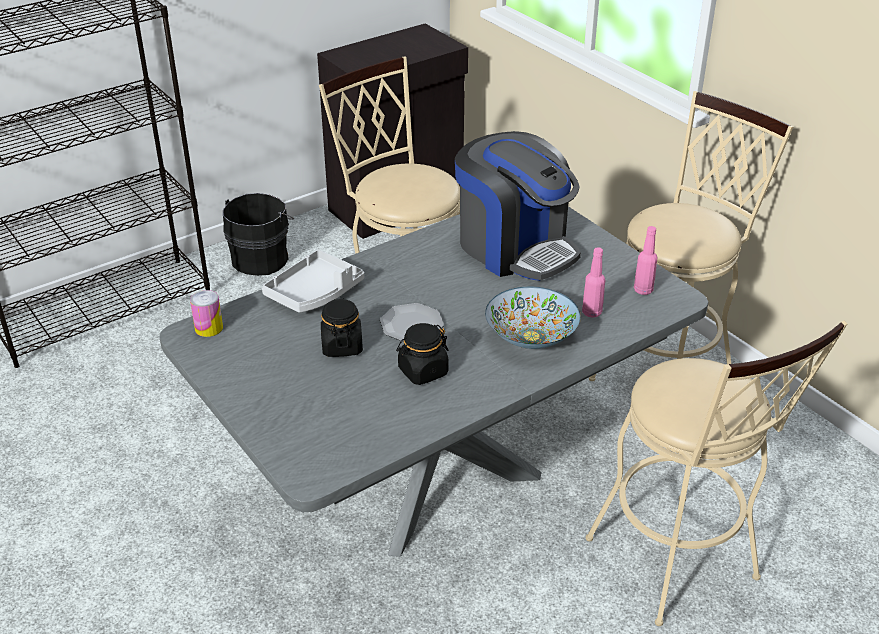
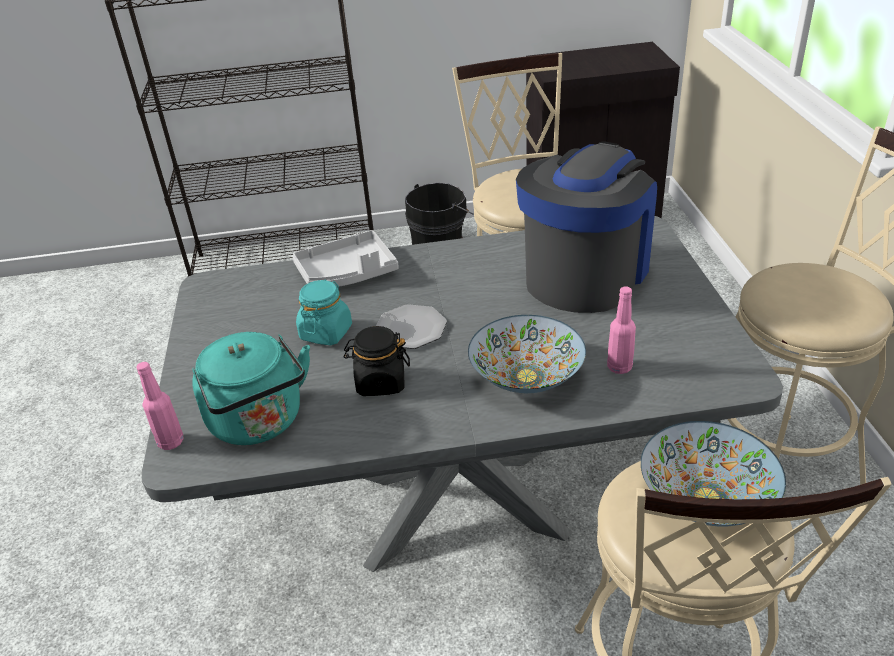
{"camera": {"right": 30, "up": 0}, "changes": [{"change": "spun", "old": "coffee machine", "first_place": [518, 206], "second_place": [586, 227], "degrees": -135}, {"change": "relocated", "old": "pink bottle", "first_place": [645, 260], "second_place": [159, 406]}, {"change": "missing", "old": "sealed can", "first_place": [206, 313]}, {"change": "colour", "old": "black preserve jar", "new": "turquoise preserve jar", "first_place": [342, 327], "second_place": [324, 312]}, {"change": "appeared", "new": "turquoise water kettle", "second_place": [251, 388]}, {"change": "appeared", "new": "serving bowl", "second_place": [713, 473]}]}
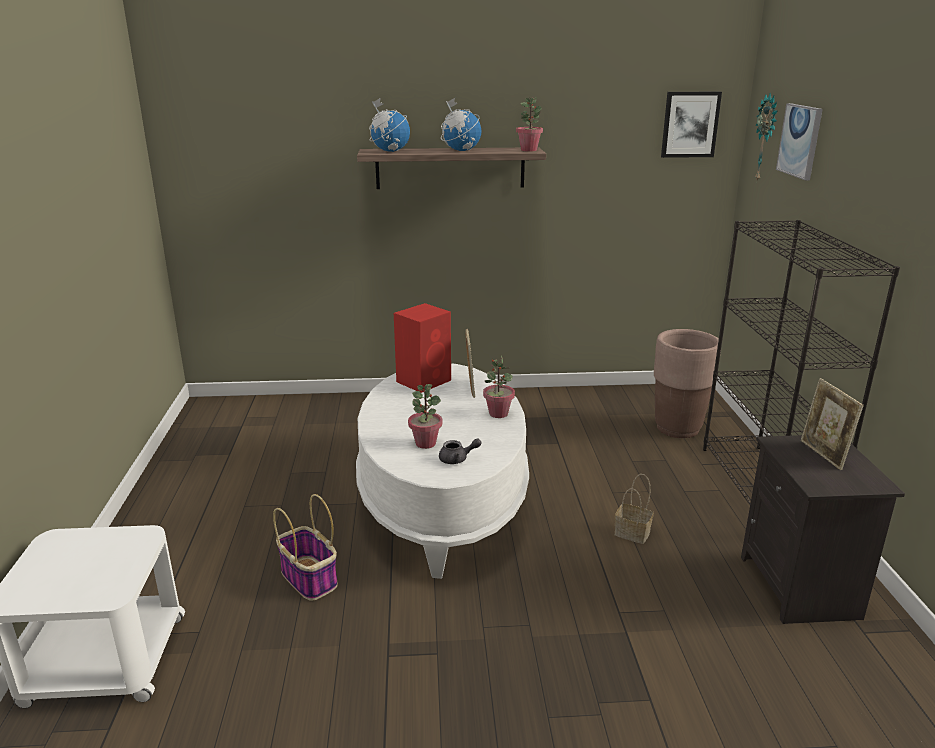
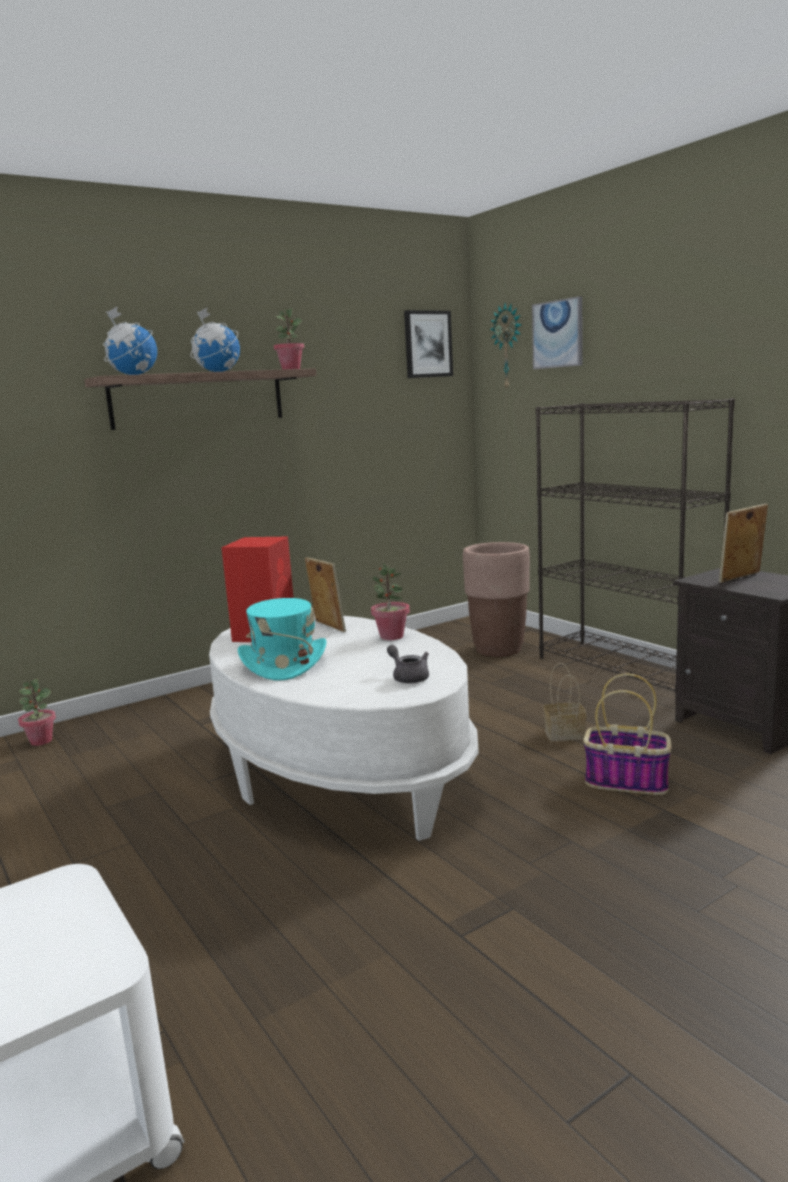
{"camera": {"right": -30, "up": -10}, "changes": [{"change": "spun", "old": "picture frame", "first_place": [832, 424], "second_place": [743, 543], "degrees": 105}, {"change": "relocated", "old": "plant in a pot", "first_place": [425, 416], "second_place": [37, 712]}, {"change": "spun", "old": "greyish tea pot", "first_place": [460, 451], "second_place": [408, 664], "degrees": -90}, {"change": "relocated", "old": "storage basket", "first_place": [305, 547], "second_place": [627, 734]}, {"change": "appeared", "new": "turquoise wearable hat", "second_place": [282, 639]}]}
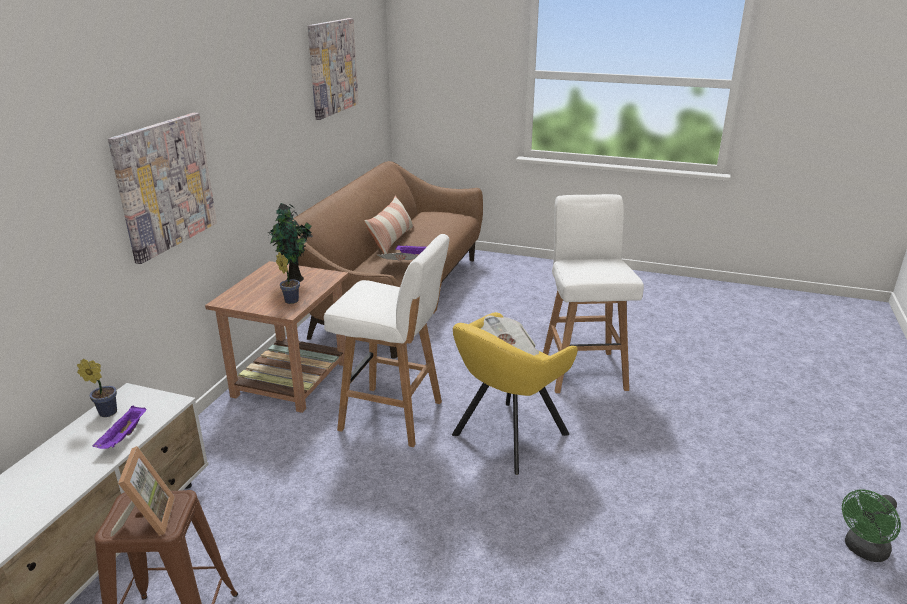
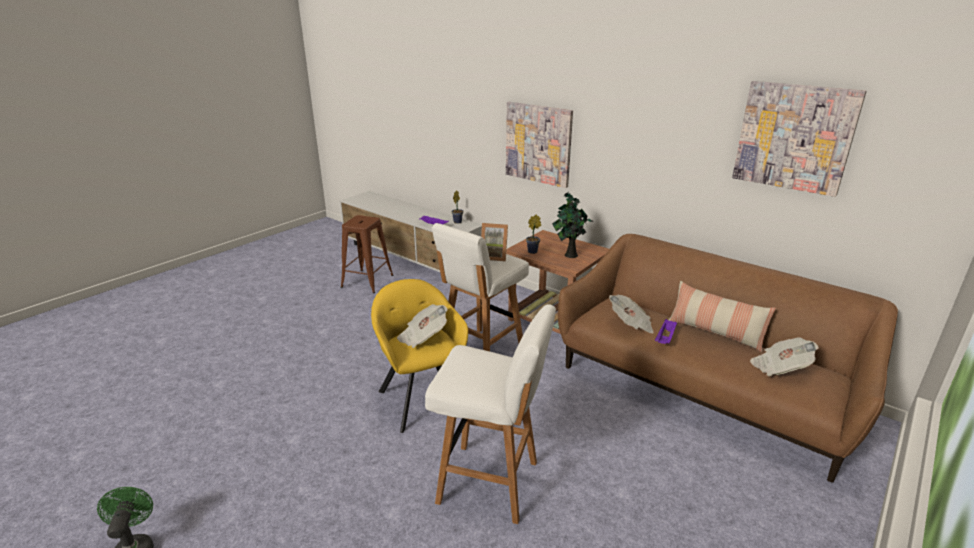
{"camera": {"right": 110, "up": 0}, "changes": [{"change": "relocated", "old": "picture frame", "first_place": [143, 491], "second_place": [494, 242]}, {"change": "appeared", "new": "newspaper", "second_place": [784, 356]}]}
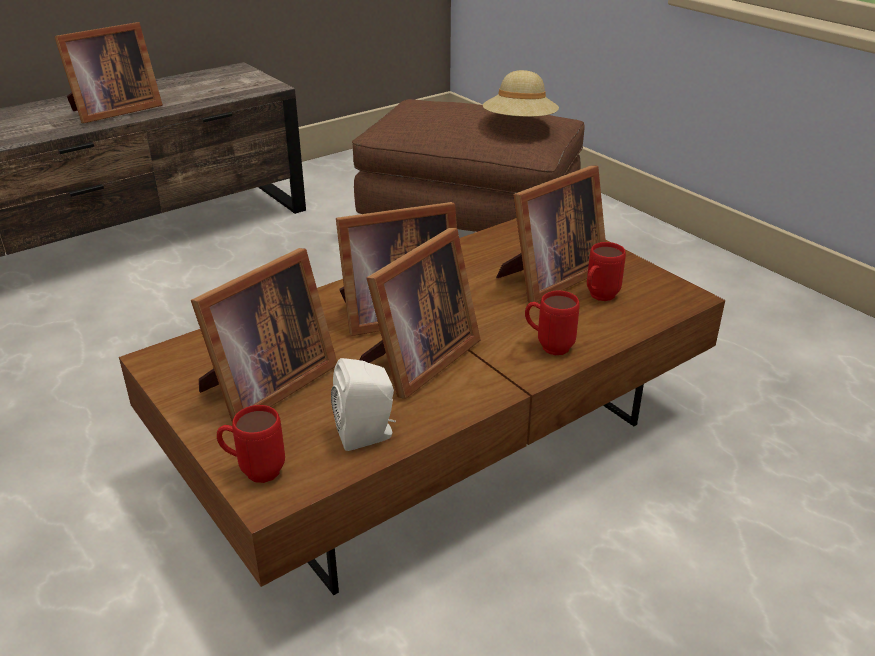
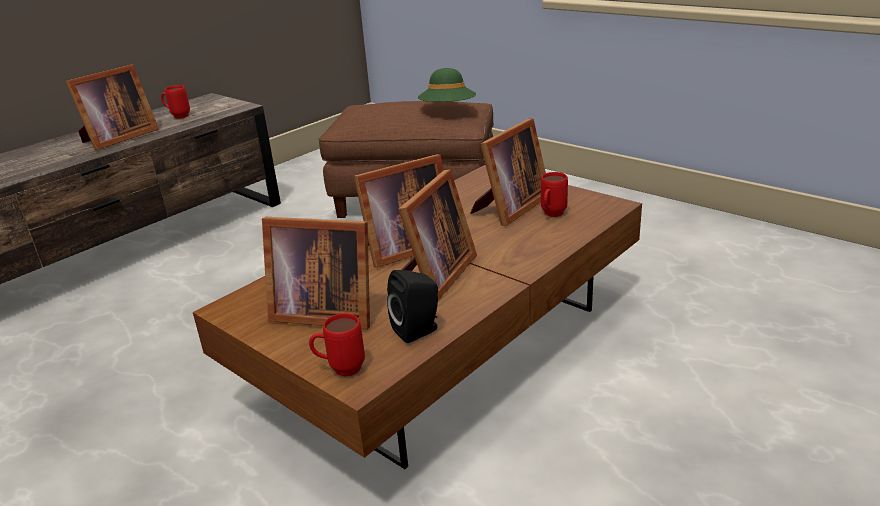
{"camera": {"right": -10, "up": -5}, "changes": [{"change": "colour", "old": "beige-coloured wearable hat", "new": "green-coloured wearable hat", "first_place": [521, 93], "second_place": [447, 85]}, {"change": "spun", "old": "picture frame", "first_place": [264, 335], "second_place": [316, 273], "degrees": 75}, {"change": "relocated", "old": "red-coloured mug", "first_place": [552, 323], "second_place": [175, 102]}, {"change": "colour", "old": "white-coloured audio speaker", "new": "black audio speaker", "first_place": [363, 404], "second_place": [412, 306]}]}
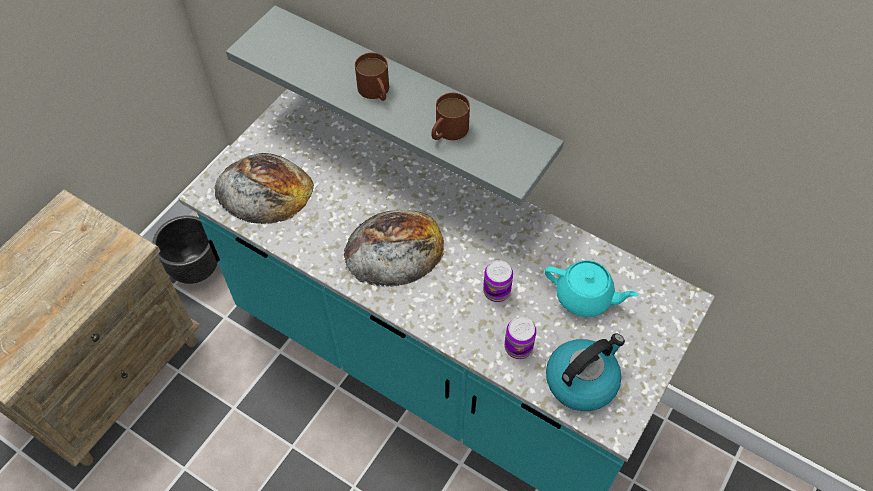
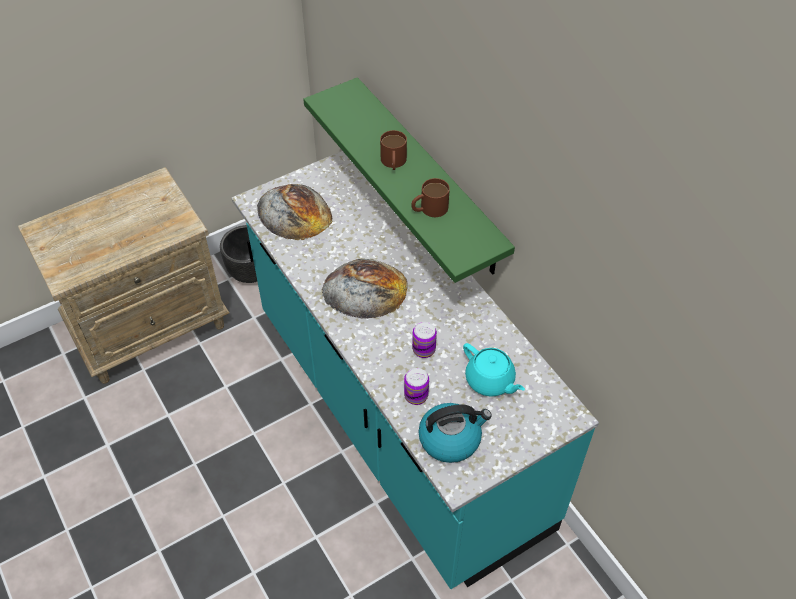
{"camera": {"right": 25, "up": -5}, "changes": [{"change": "colour", "old": "greyish shelf", "new": "green-coloured shelf", "first_place": [395, 105], "second_place": [409, 180]}]}
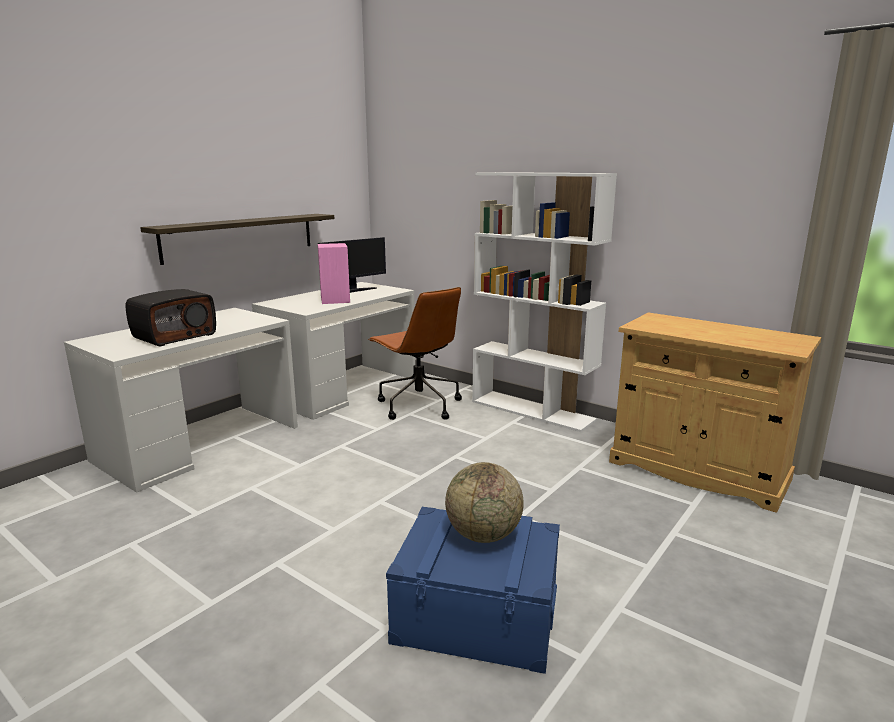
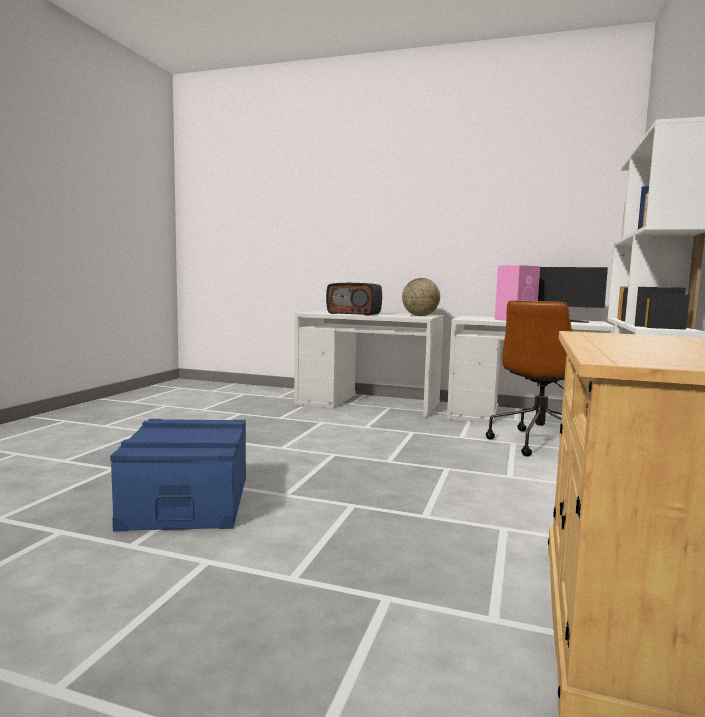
{"camera": {"right": 70, "up": -10}, "changes": [{"change": "missing", "old": "shelf", "first_place": [237, 239]}, {"change": "relocated", "old": "globe", "first_place": [484, 502], "second_place": [421, 297]}]}
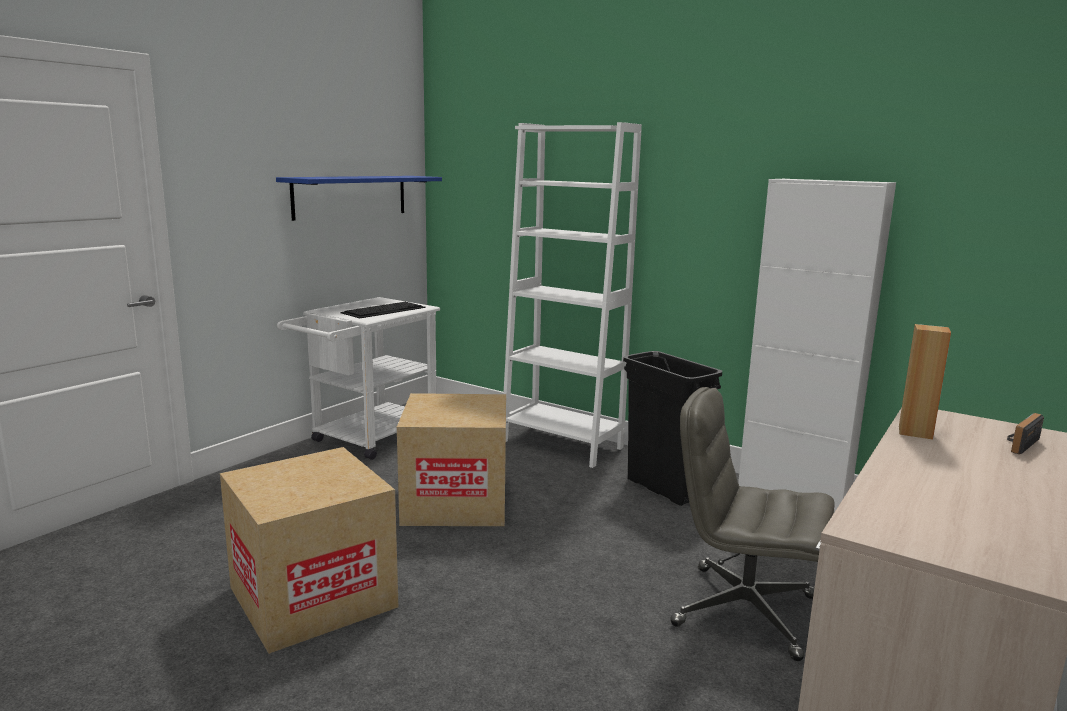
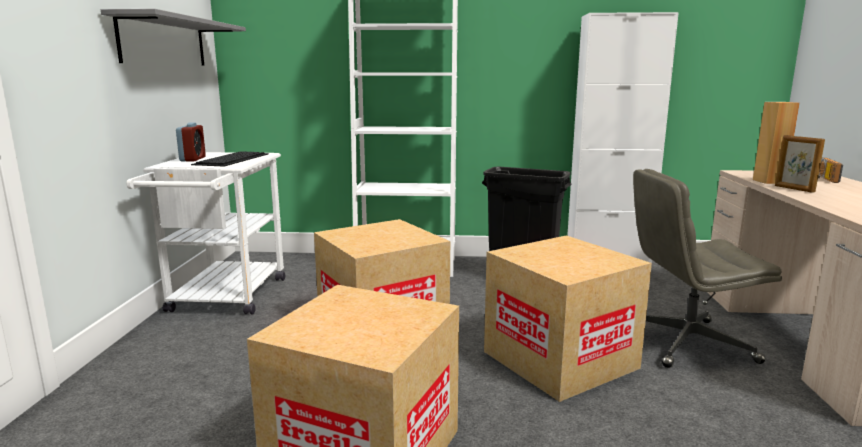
{"camera": {"right": -30, "up": 0}, "changes": [{"change": "colour", "old": "blue-coloured shelf", "new": "greyish shelf", "first_place": [359, 198], "second_place": [173, 37]}, {"change": "appeared", "new": "table clock", "second_place": [191, 142]}, {"change": "appeared", "new": "picture frame", "second_place": [800, 164]}, {"change": "appeared", "new": "carton", "second_place": [568, 318]}]}
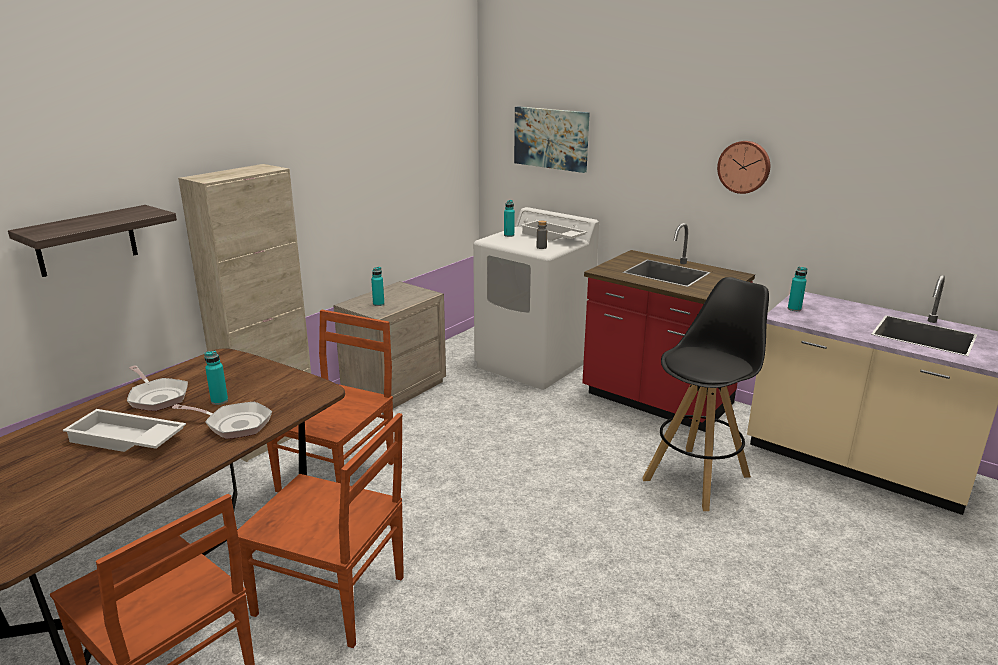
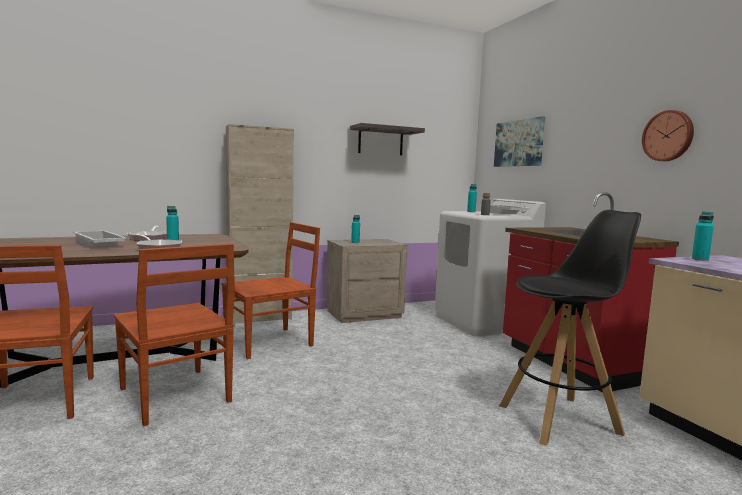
{"camera": {"right": 30, "up": -15}, "changes": [{"change": "relocated", "old": "shelf", "first_place": [92, 241], "second_place": [387, 139]}]}
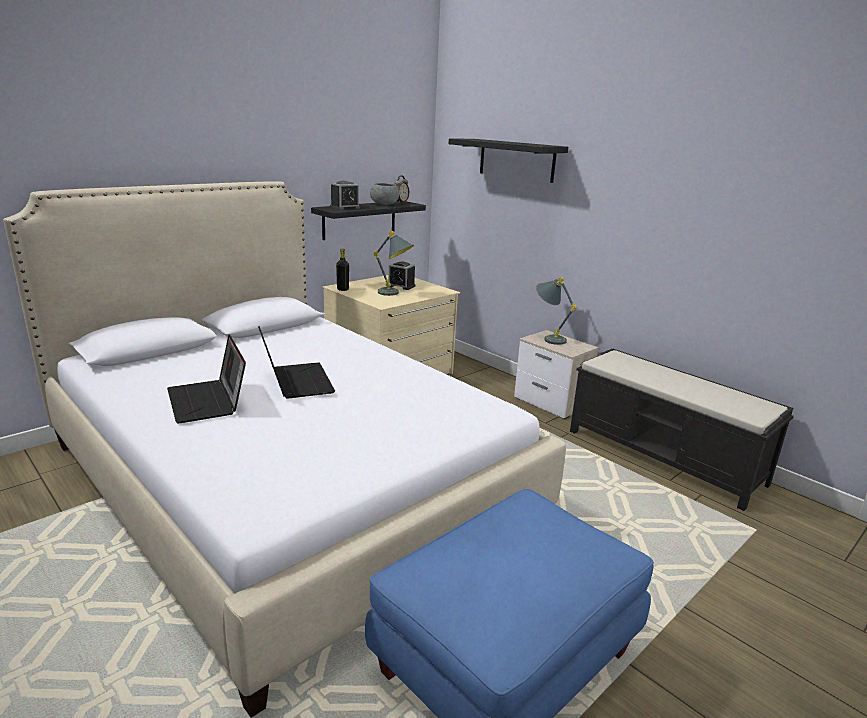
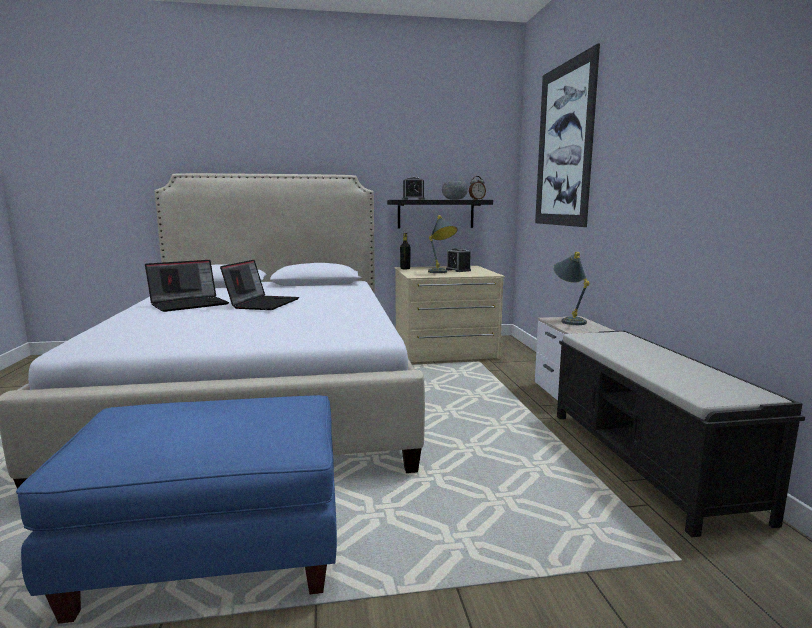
{"camera": {"right": 35, "up": -10}, "changes": [{"change": "exchanged", "old": "black shelf", "new": "picture", "first_place": [508, 160], "second_place": [567, 135]}, {"change": "spun", "old": "notebook computer", "first_place": [206, 378], "second_place": [187, 286], "degrees": -135}]}
